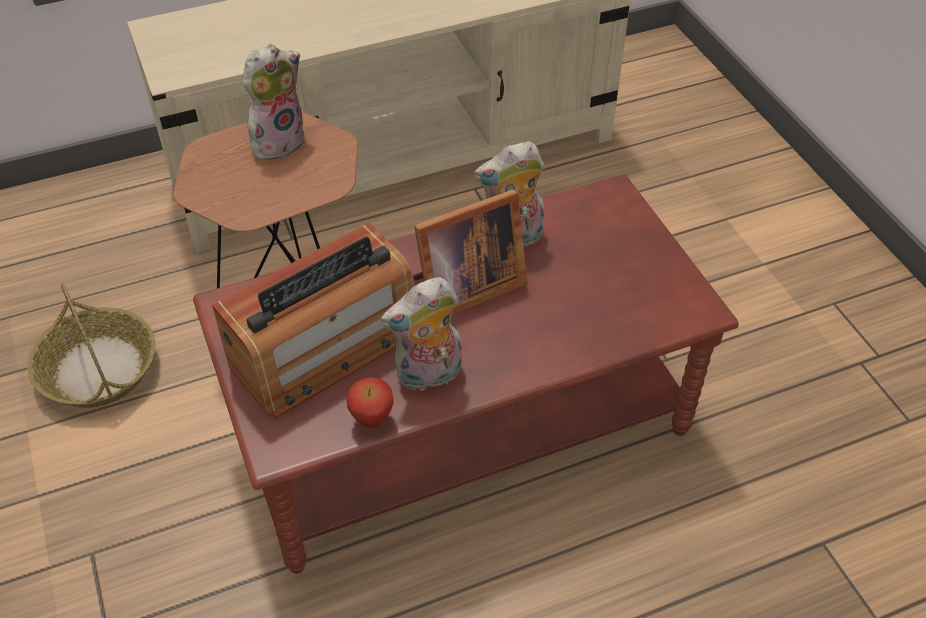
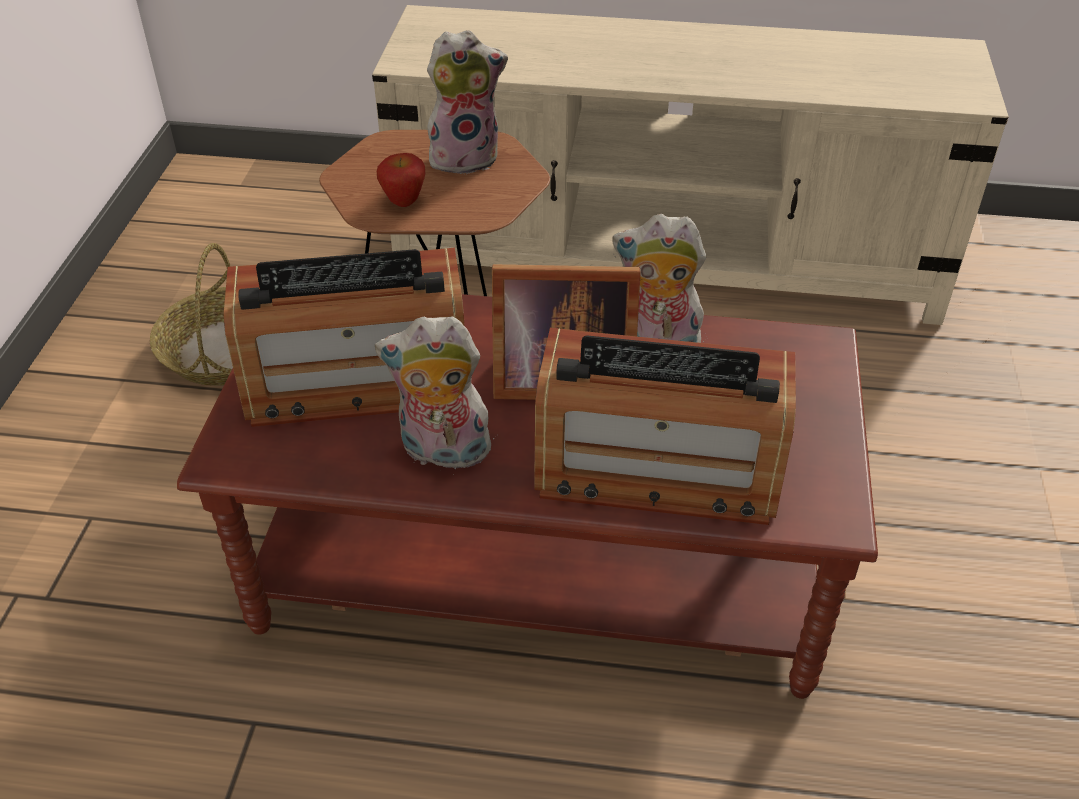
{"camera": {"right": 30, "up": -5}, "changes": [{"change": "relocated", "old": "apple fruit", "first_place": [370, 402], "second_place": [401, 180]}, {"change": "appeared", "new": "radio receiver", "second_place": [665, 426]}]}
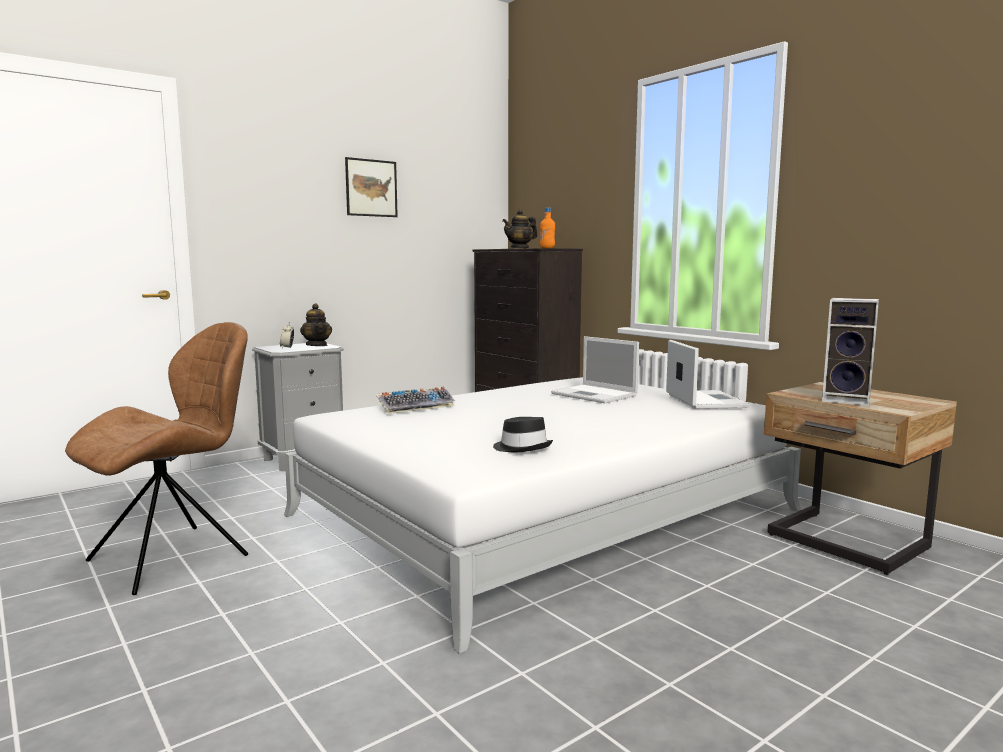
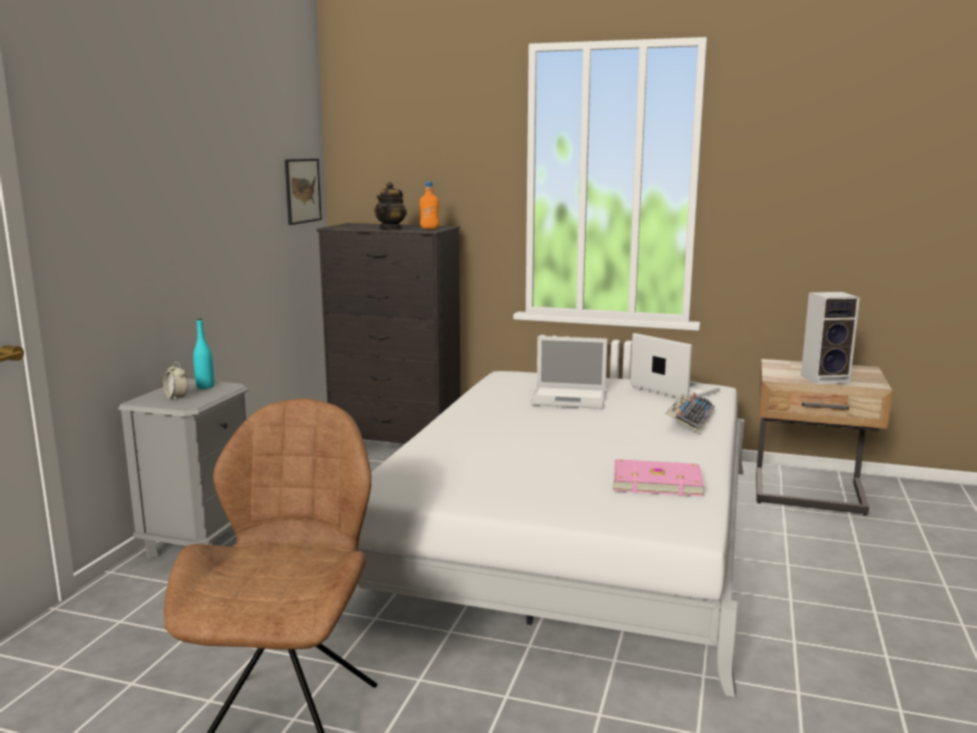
{"camera": {"right": -35, "up": 5}, "changes": [{"change": "relocated", "old": "picture", "first_place": [371, 187], "second_place": [303, 192]}, {"change": "exchanged", "old": "tea pot", "new": "turquoise bottle", "first_place": [316, 324], "second_place": [203, 353]}, {"change": "relocated", "old": "PC keyboard", "first_place": [415, 400], "second_place": [690, 412]}, {"change": "exchanged", "old": "black wearable hat", "new": "pink volume", "first_place": [523, 434], "second_place": [658, 478]}]}
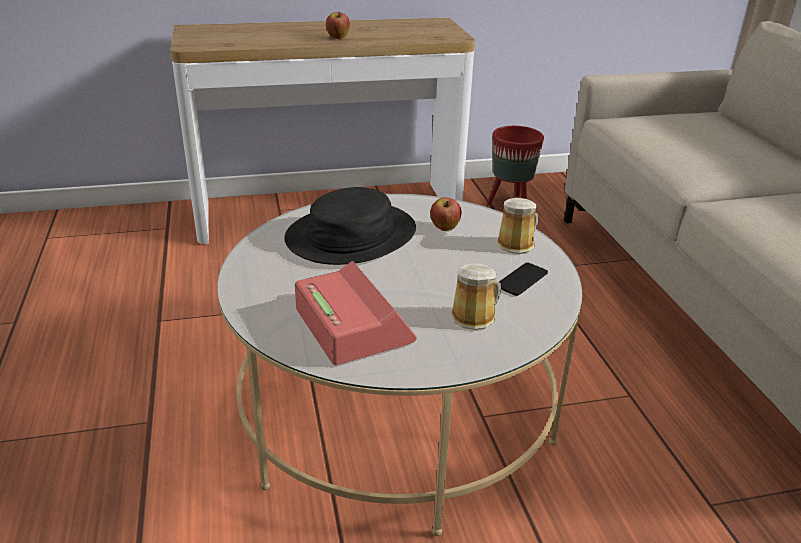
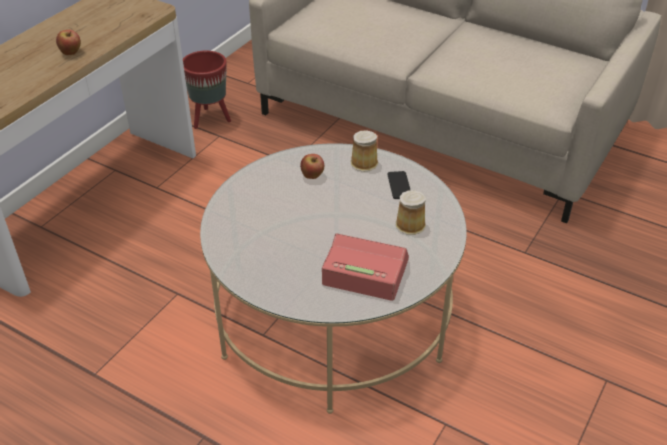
{"camera": {"right": -45, "up": 10}, "changes": [{"change": "missing", "old": "black wearable hat", "first_place": [350, 226]}]}
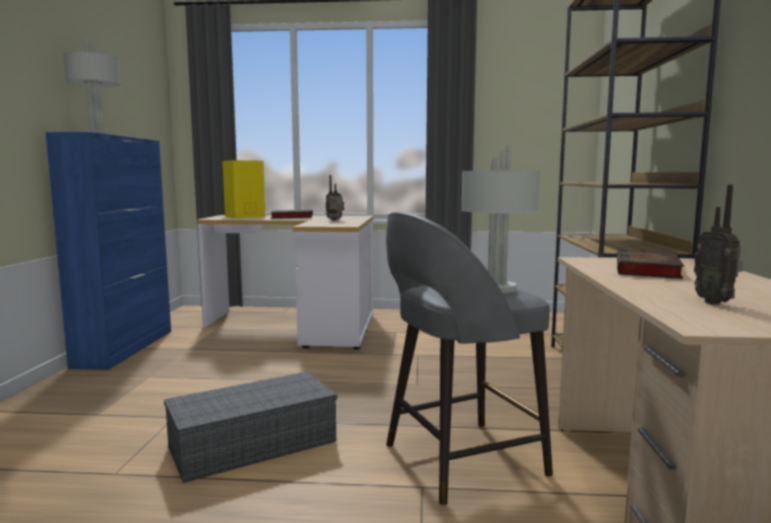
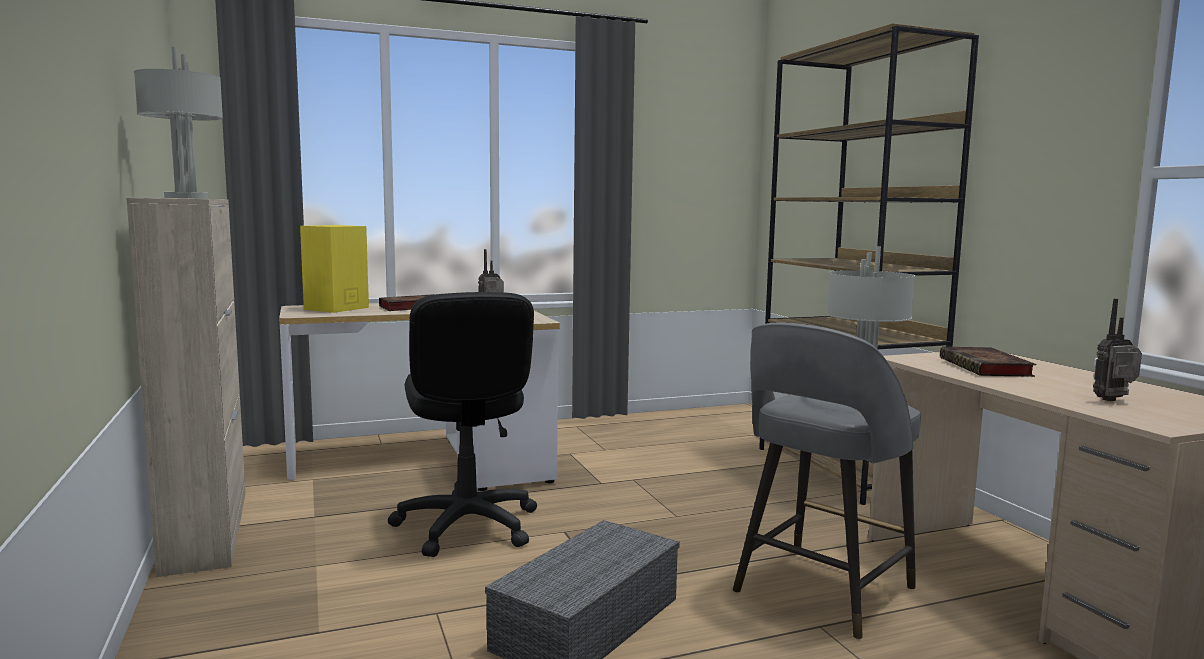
{"camera": {"right": -25, "up": 0}, "changes": [{"change": "colour", "old": "blue-coloured storage cabinet", "new": "beige-coloured storage cabinet", "first_place": [108, 251], "second_place": [186, 387]}, {"change": "spun", "old": "radio receiver", "first_place": [718, 245], "second_place": [1117, 349], "degrees": 105}, {"change": "appeared", "new": "black computer chair", "second_place": [462, 424]}]}
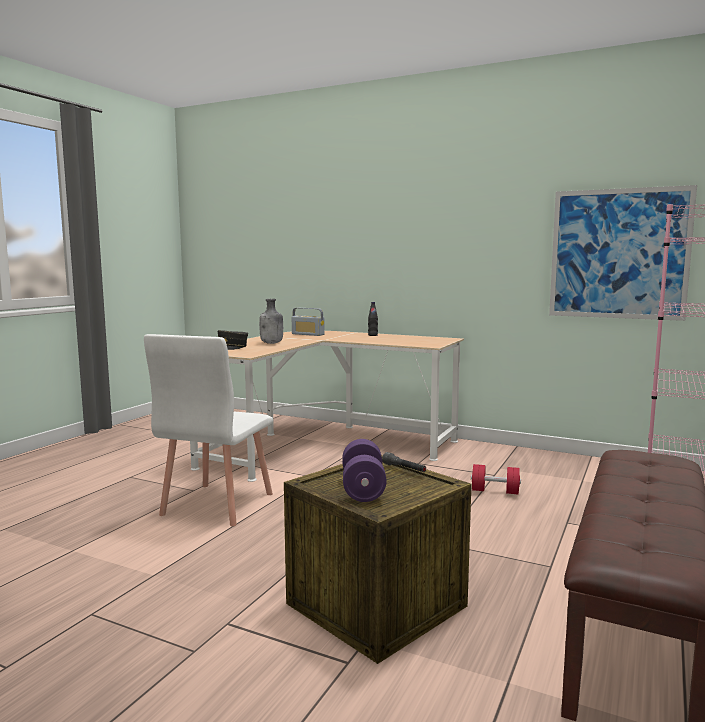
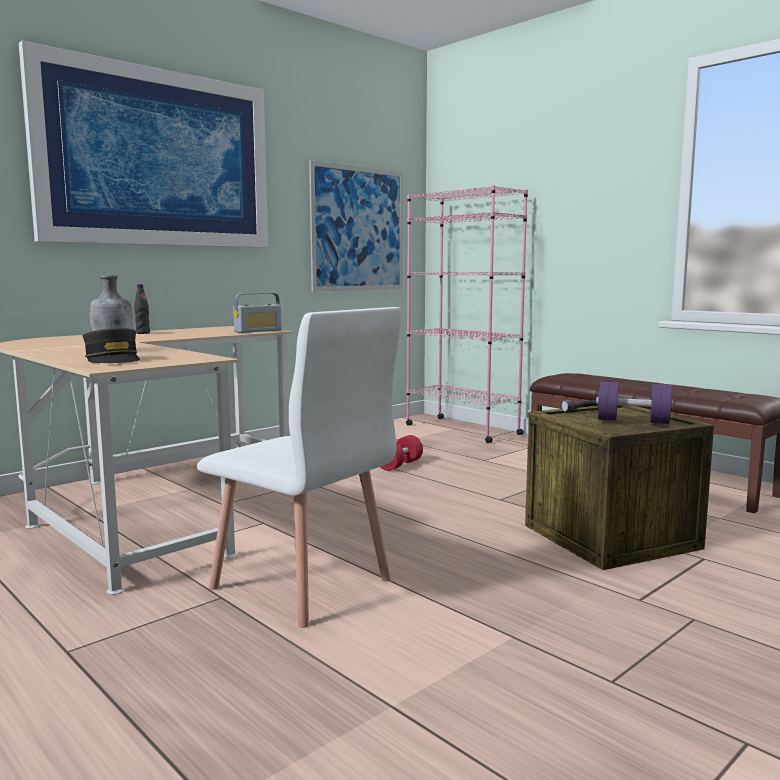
{"camera": {"right": -70, "up": 0}, "changes": [{"change": "relocated", "old": "radio receiver", "first_place": [308, 322], "second_place": [257, 313]}, {"change": "appeared", "new": "picture", "second_place": [143, 144]}]}
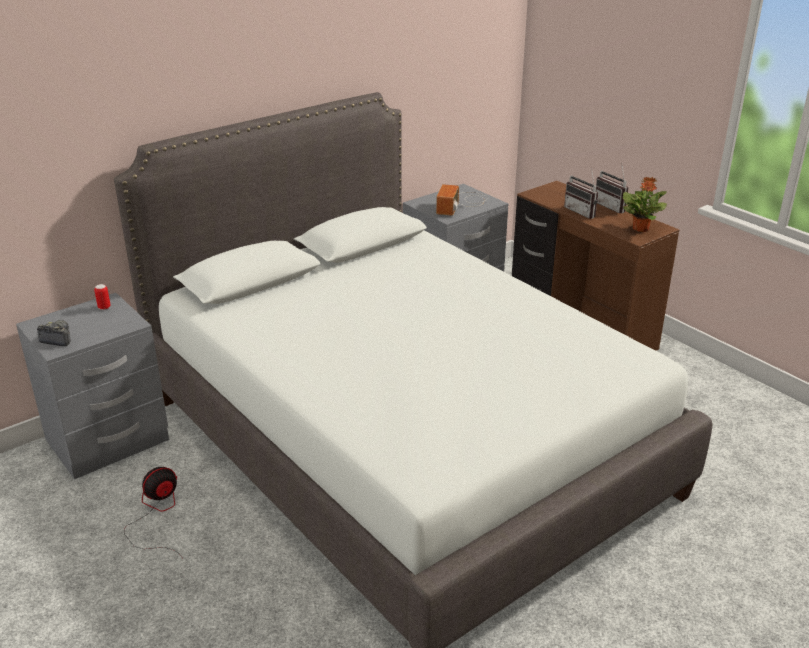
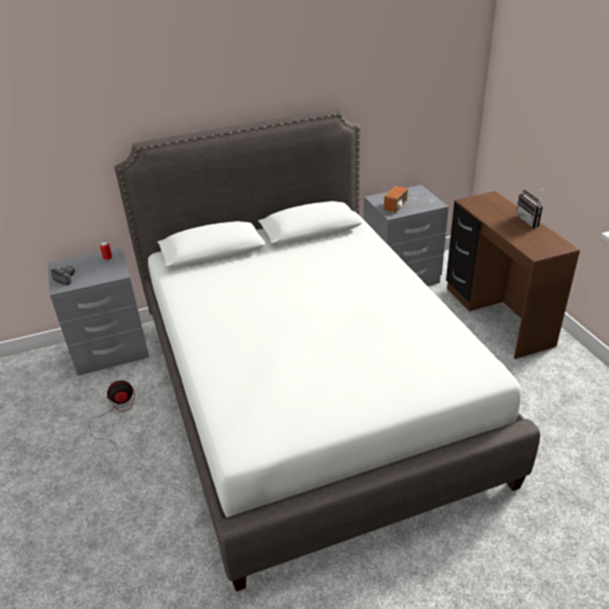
{"camera": {"right": 20, "up": 5}, "changes": [{"change": "missing", "old": "radio receiver", "first_place": [581, 193]}, {"change": "missing", "old": "plant in a pot", "first_place": [645, 204]}]}
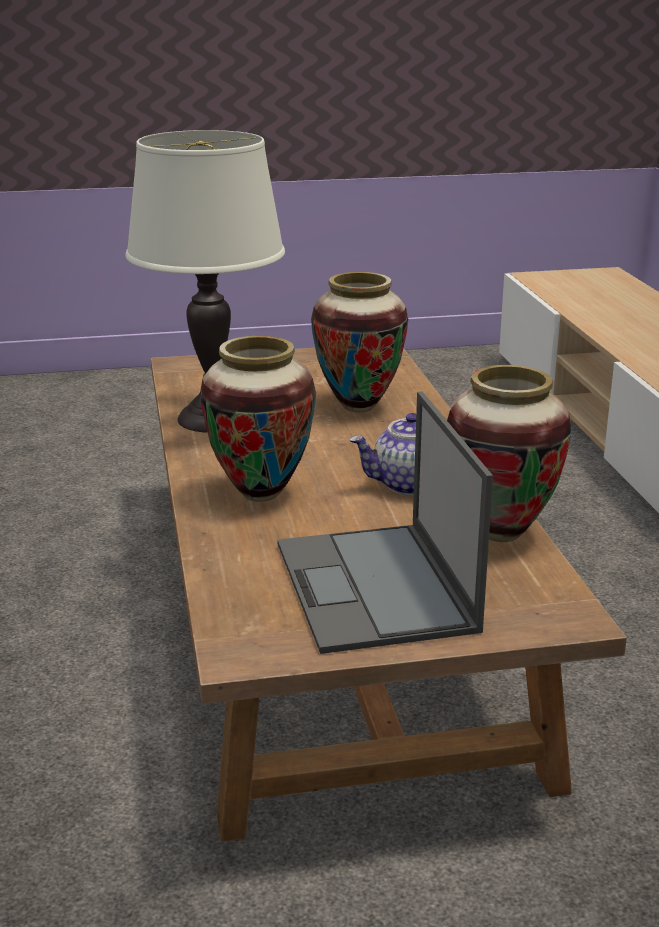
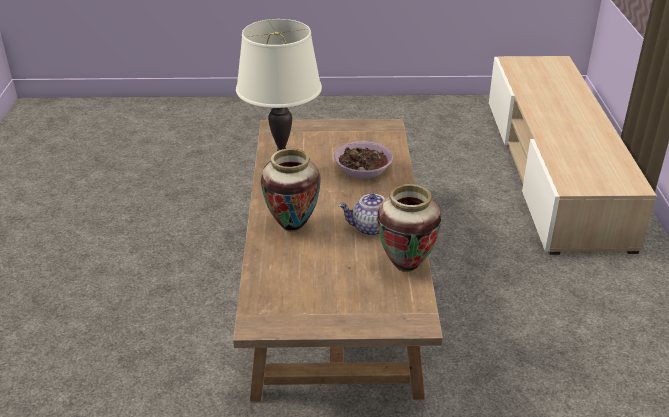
{"camera": {"right": 10, "up": 10}, "changes": [{"change": "exchanged", "old": "decorative vase", "new": "serving bowl", "first_place": [359, 342], "second_place": [363, 159]}, {"change": "missing", "old": "notebook computer", "first_place": [385, 522]}]}
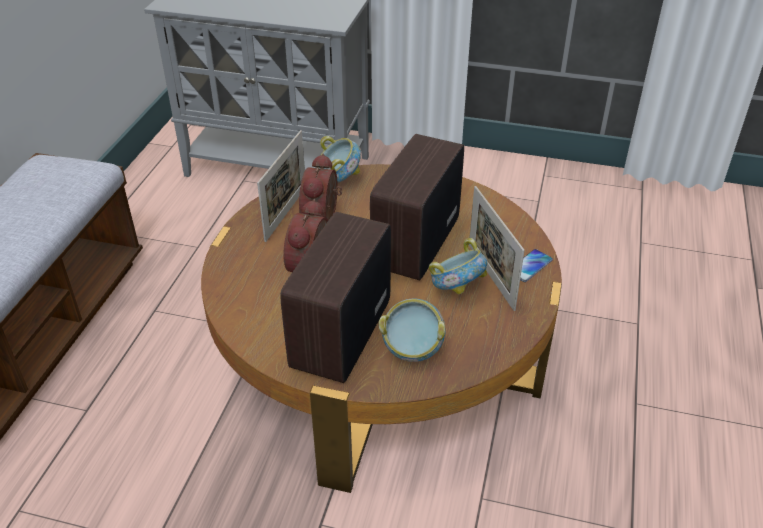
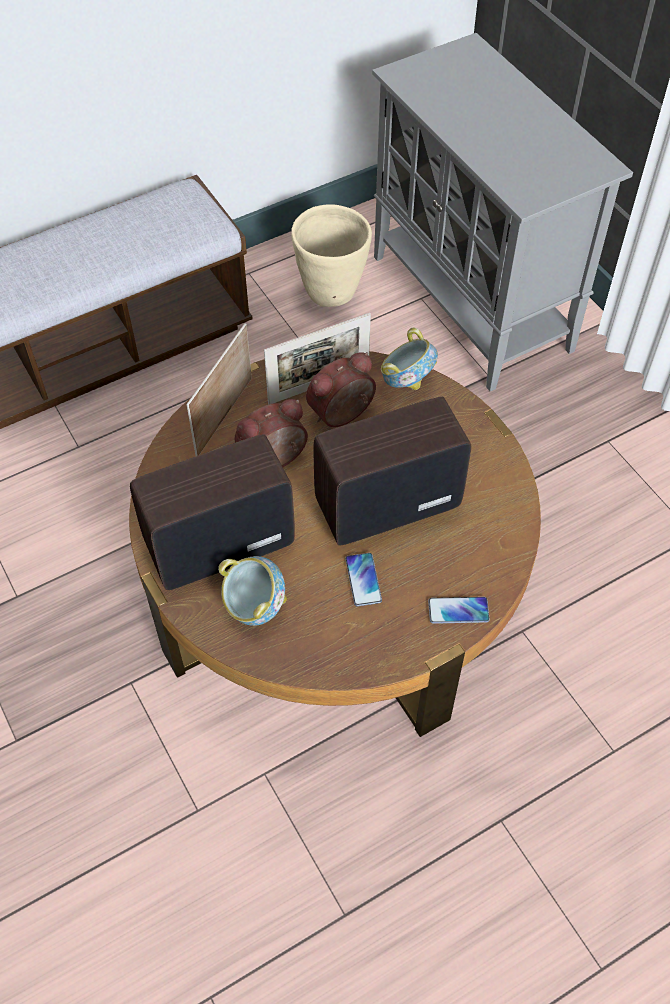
{"camera": {"right": 45, "up": 15}, "changes": [{"change": "relocated", "old": "picture frame", "first_place": [497, 248], "second_place": [219, 389]}, {"change": "exchanged", "old": "serving bowl", "new": "telephone", "first_place": [458, 266], "second_place": [363, 579]}, {"change": "appeared", "new": "beige-coloured flower pot", "second_place": [331, 255]}]}
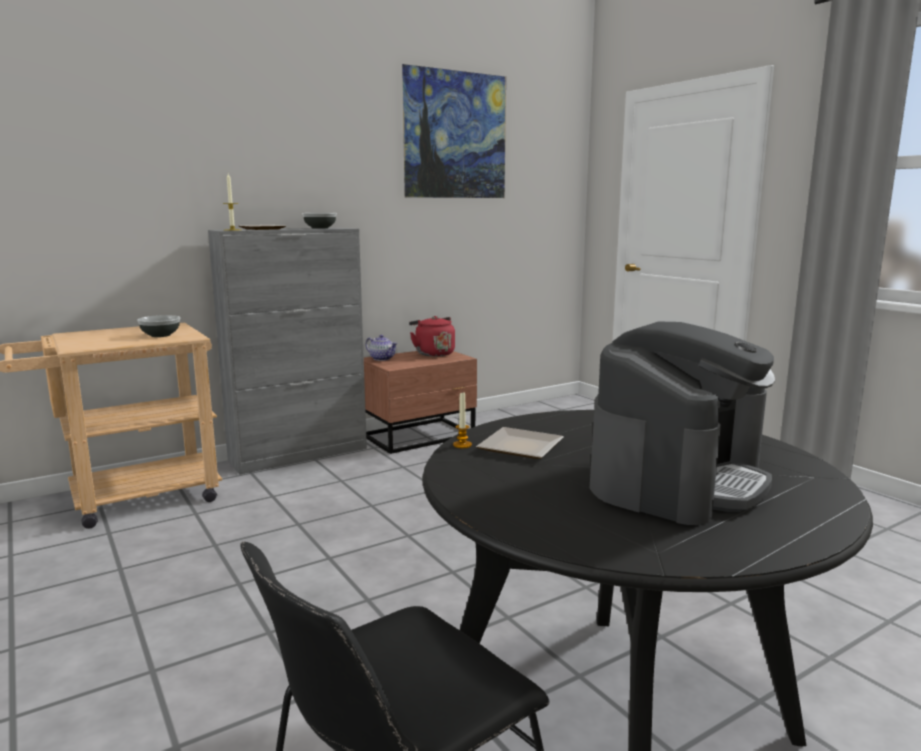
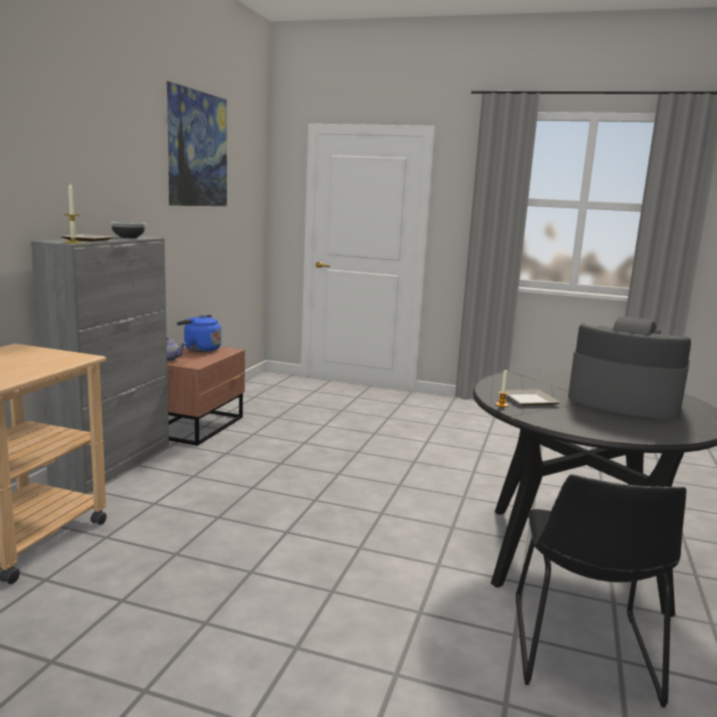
{"camera": {"right": -40, "up": 0}, "changes": [{"change": "missing", "old": "serving bowl", "first_place": [158, 326]}, {"change": "colour", "old": "red-coloured water kettle", "new": "blue-coloured water kettle", "first_place": [432, 336], "second_place": [199, 333]}, {"change": "spun", "old": "coffee machine", "first_place": [682, 423], "second_place": [629, 368], "degrees": -60}]}
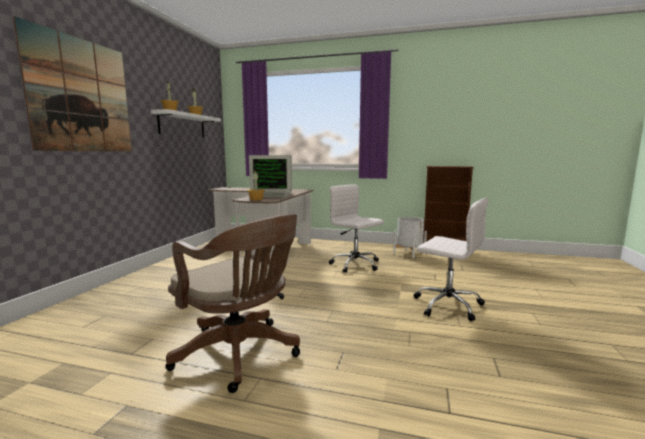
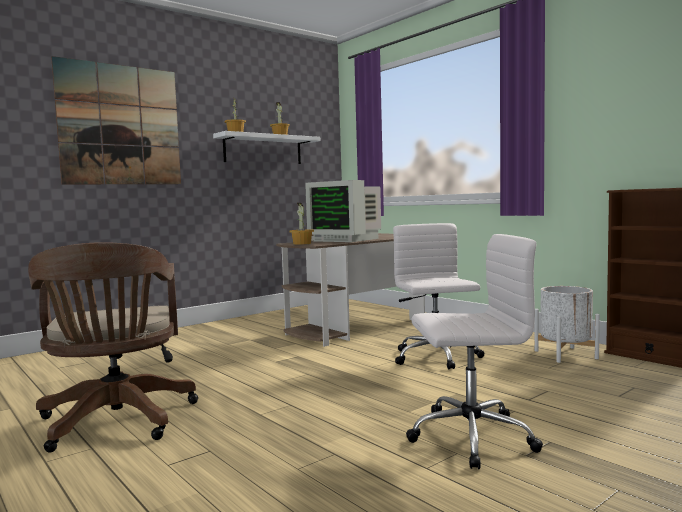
{"camera": {"right": 35, "up": -5}, "changes": [{"change": "spun", "old": "white-coloured computer chair", "first_place": [451, 259], "second_place": [474, 351], "degrees": -75}]}
